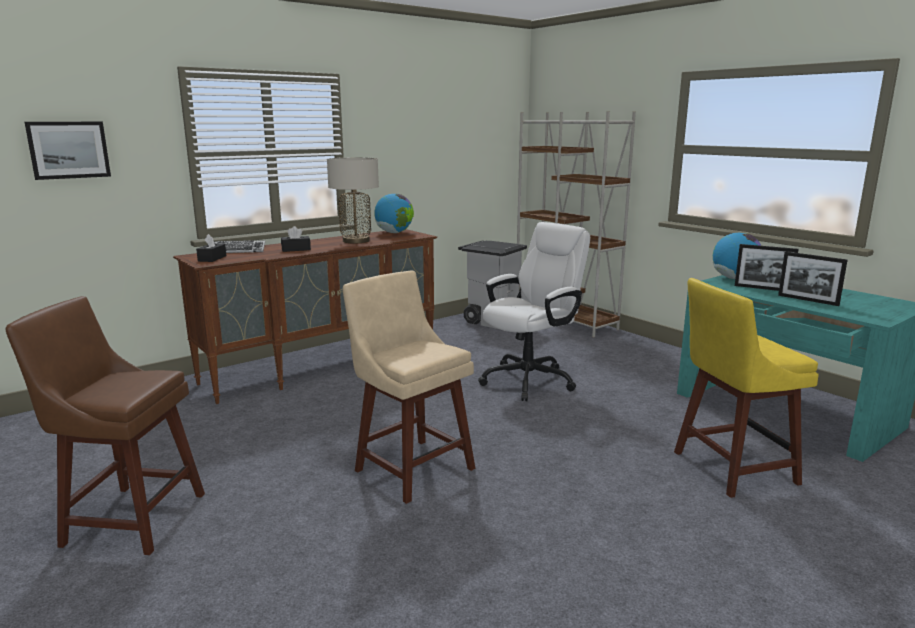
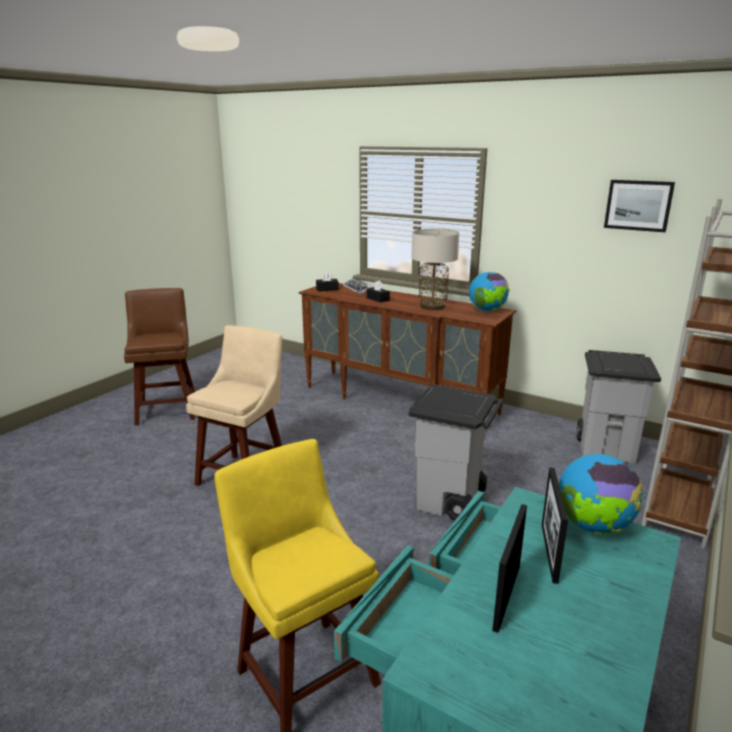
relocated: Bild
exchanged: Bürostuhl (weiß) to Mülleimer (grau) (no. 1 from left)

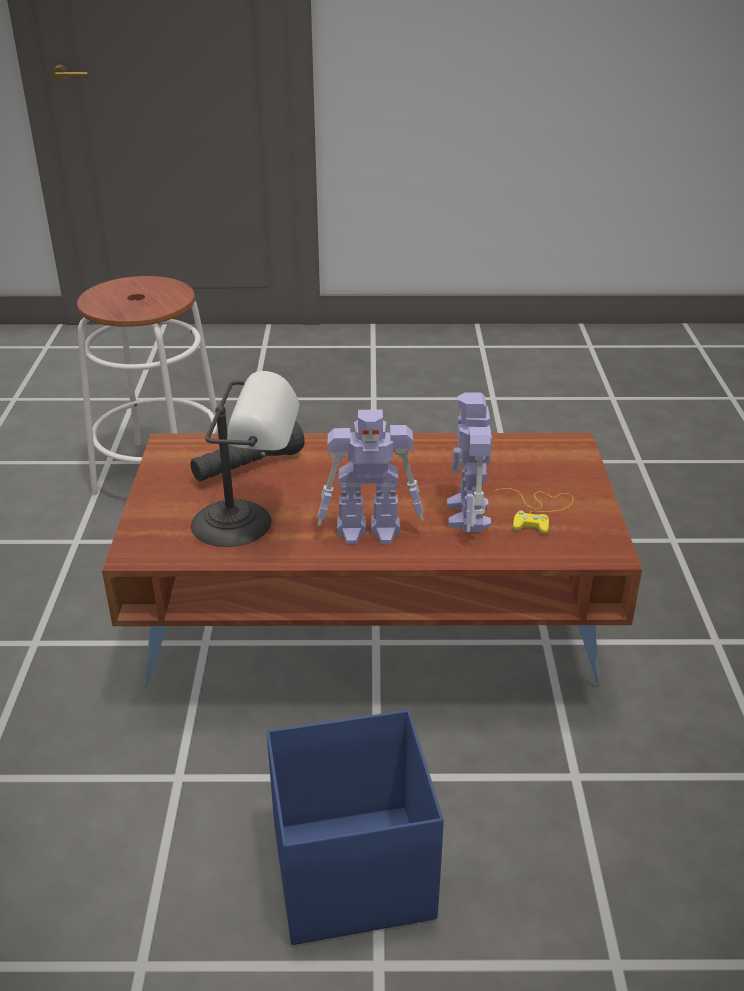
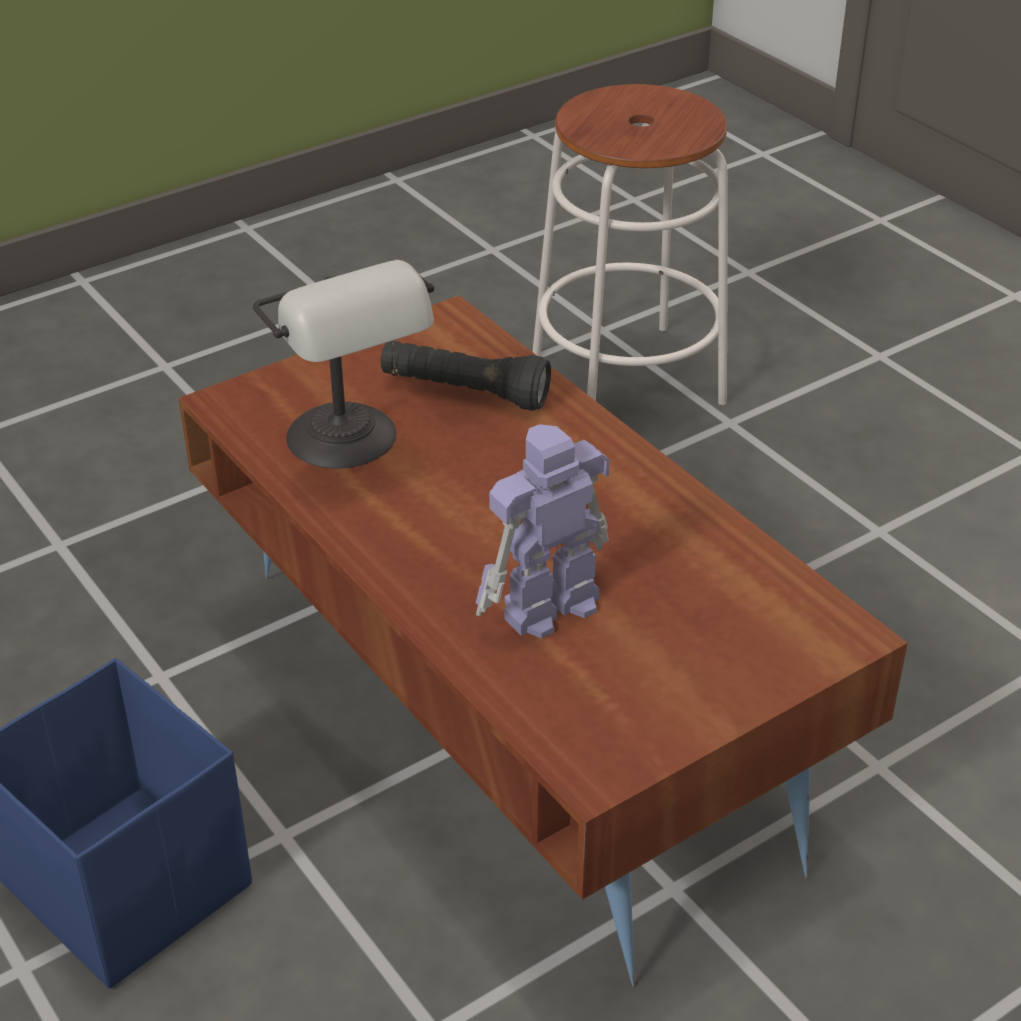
missing: Spielzeugroboter (no. 1 from left); Gamepad (gelb)

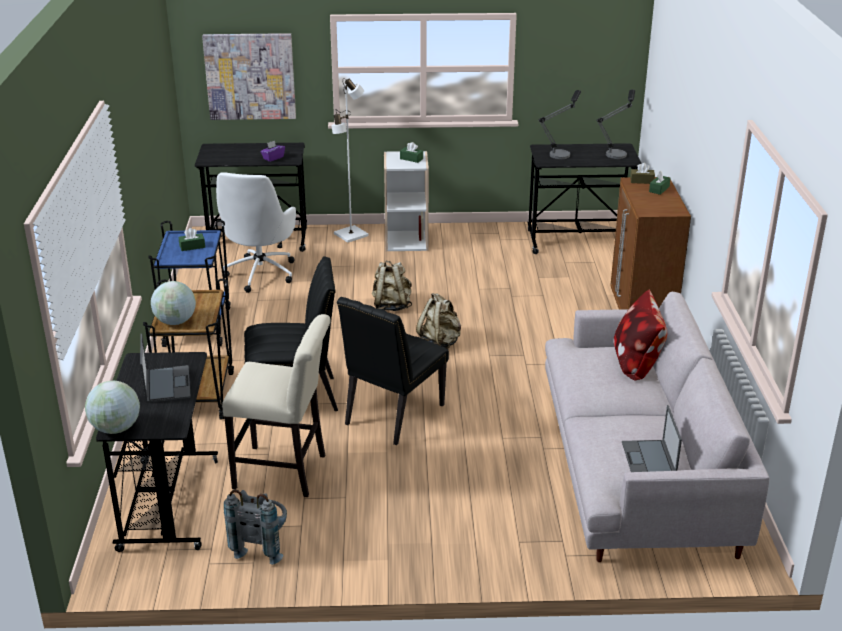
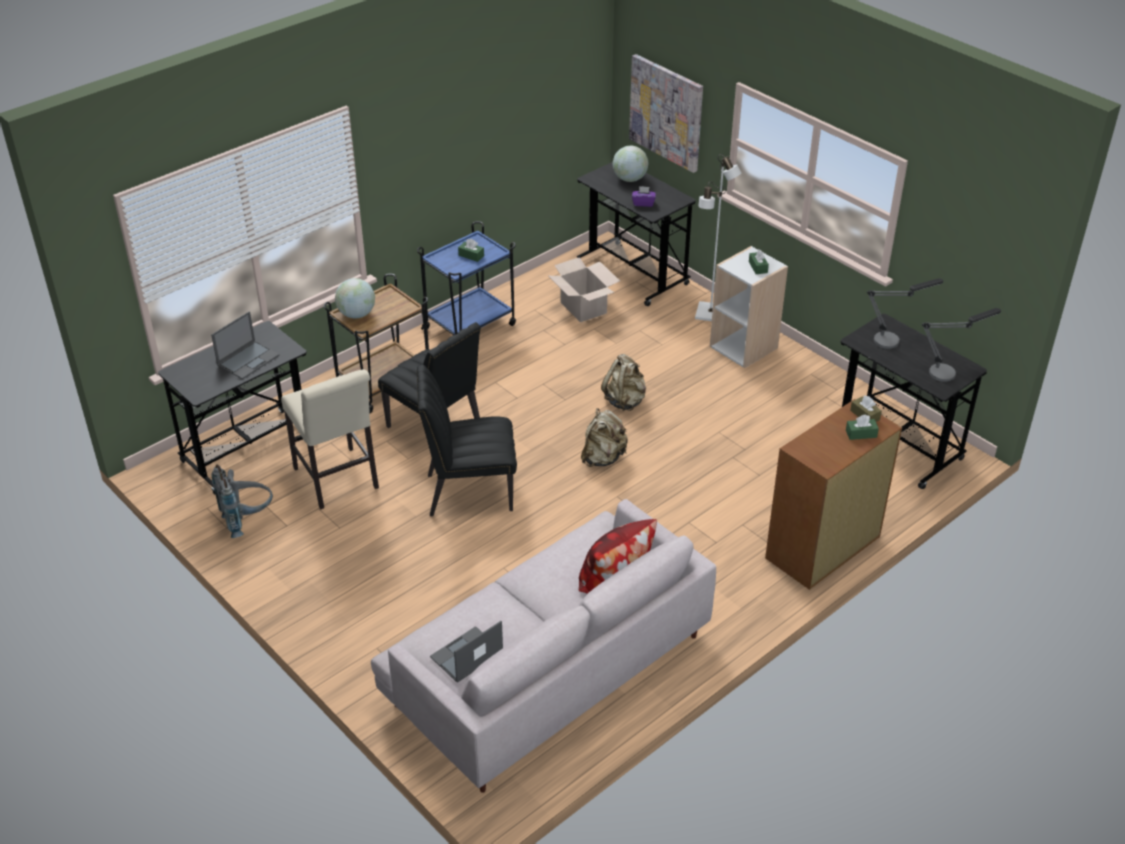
relocated: Globus (no. 1 from left in the first image) to Globus (no. 2 from left)
exchanged: Bürostuhl (weiß) to Karton

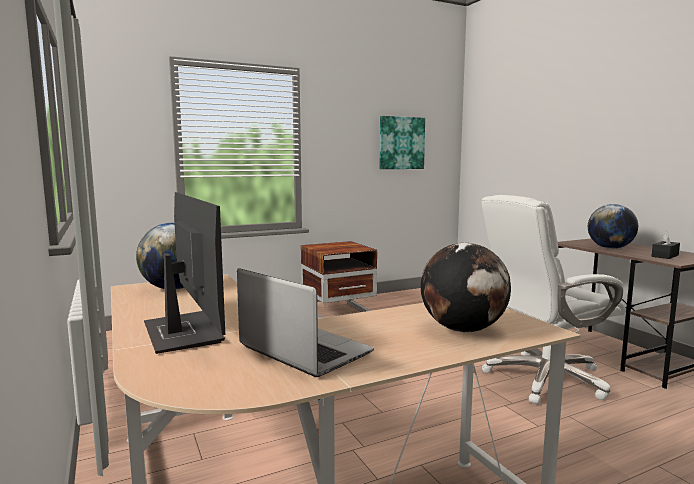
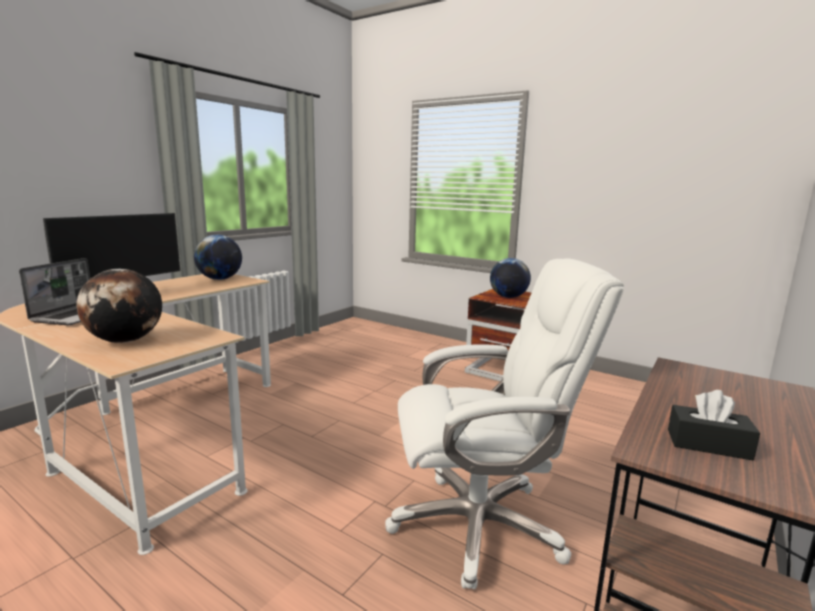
missing: Bild
relocated: Globus (no. 3 from left)
spun: Bürostuhl (weiß) 135 degrees clockwise

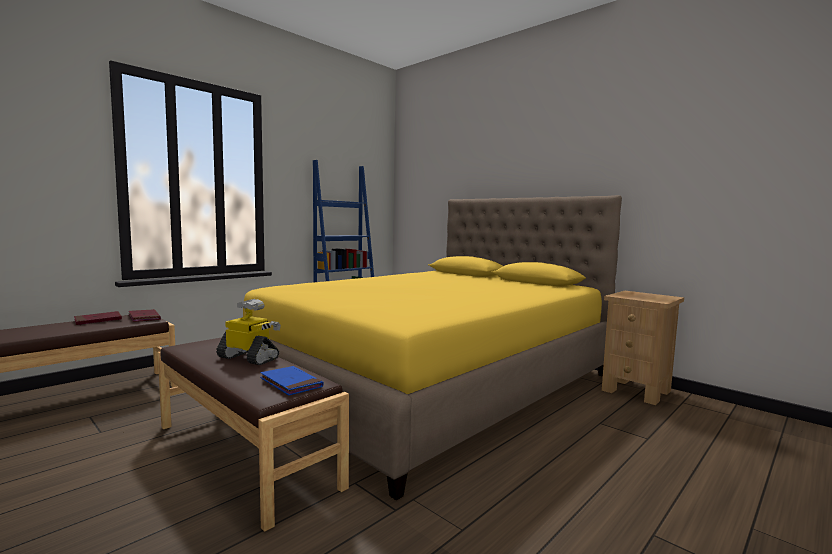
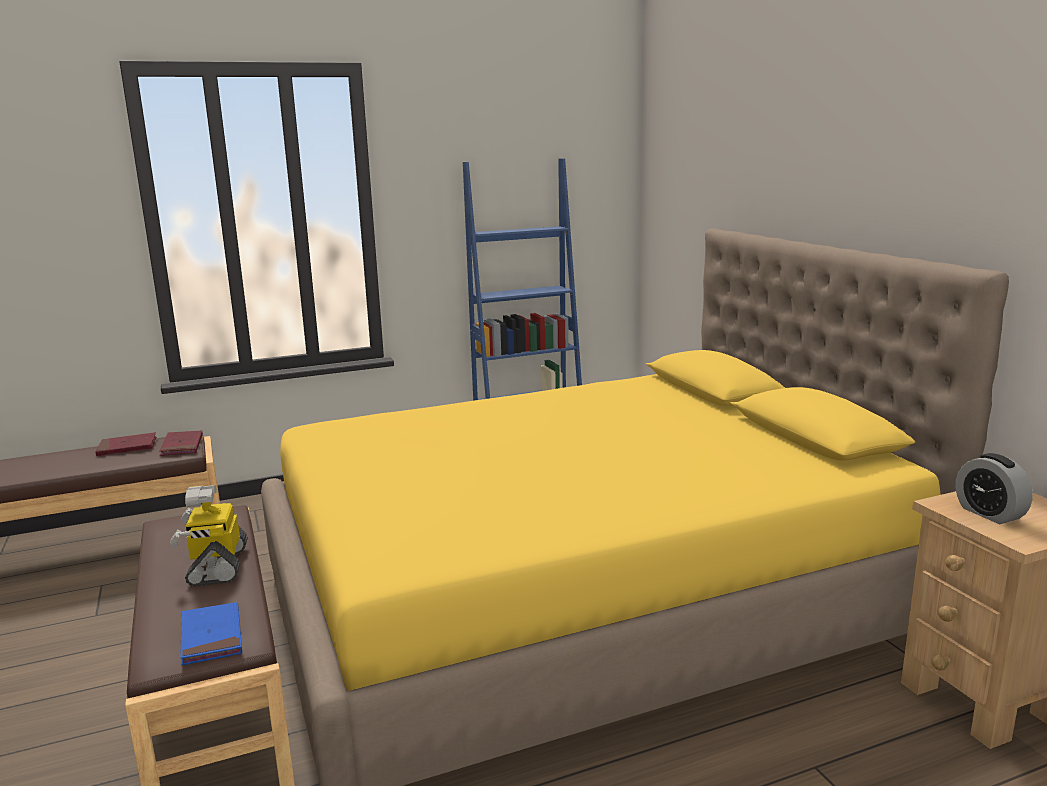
appeared: Wecker
spun: Spielzeugroboter 150 degrees counterclockwise

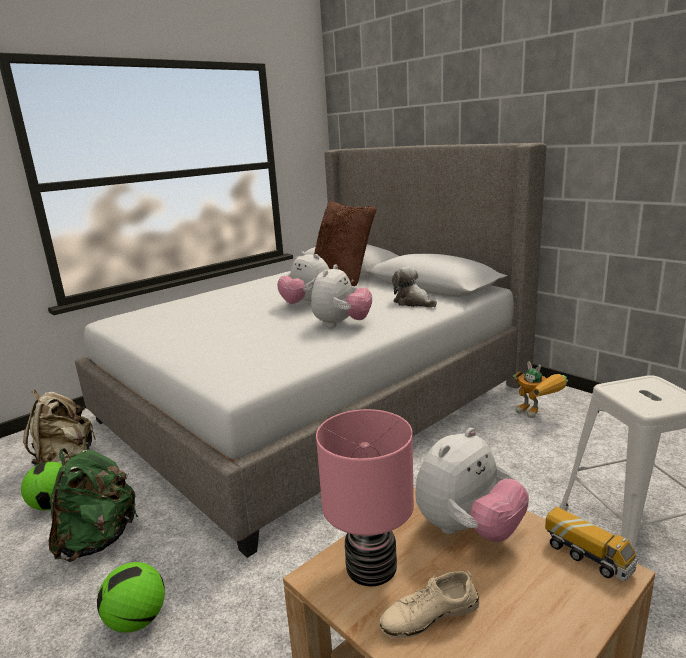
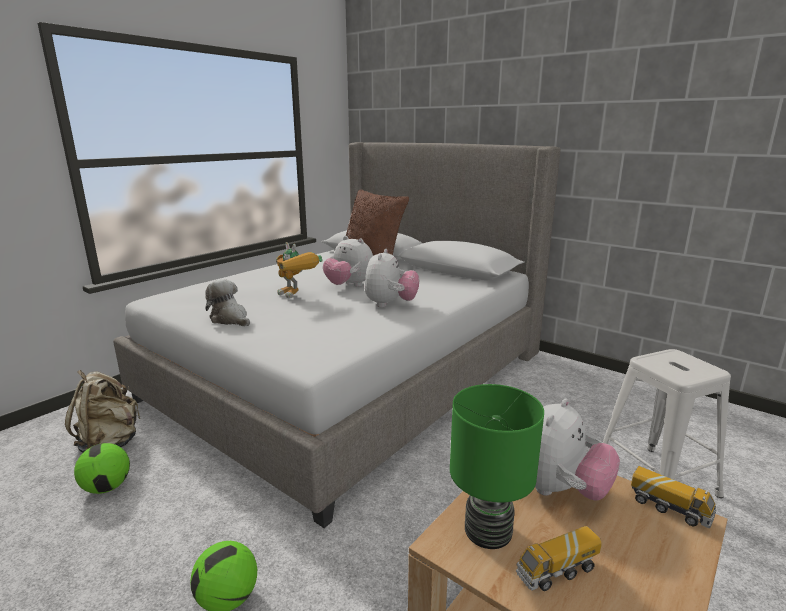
missing: Rucksack (grün)
relocated: Plüschtier (no. 3 from left in the first image) to Plüschtier (no. 1 from left); Spielzeugroboter
exchanged: Schuh (beige) to Spielzeuglaster (no. 1 from left)
colour: Tischlampe (rosa) to Tischlampe (grün)

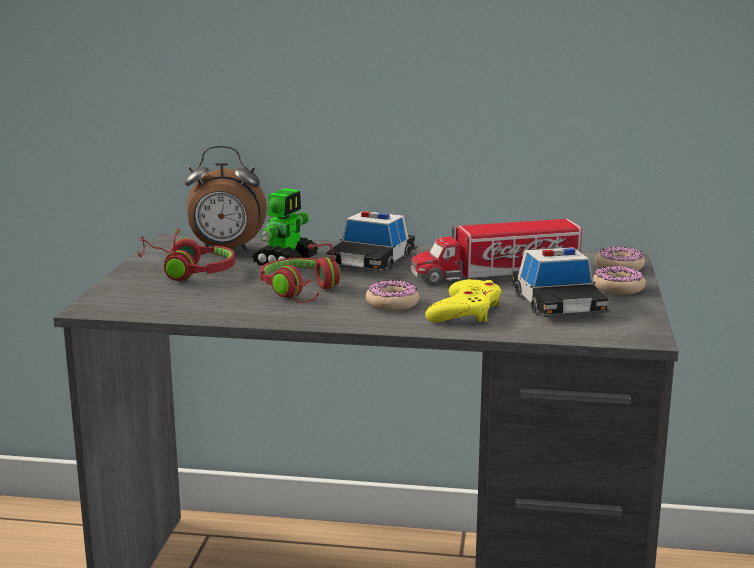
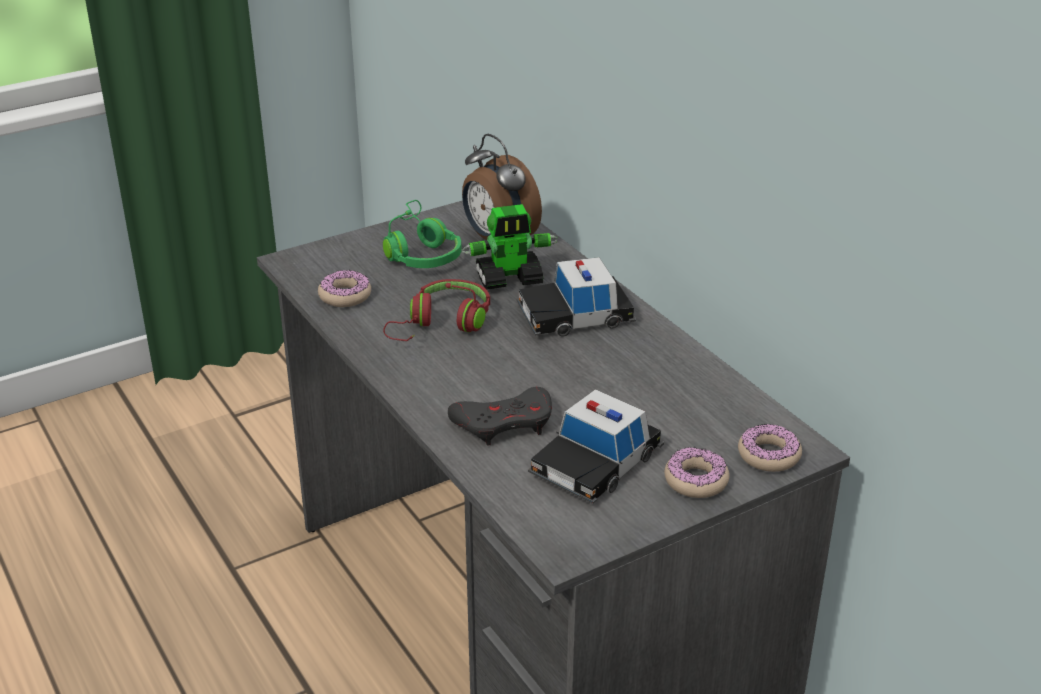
missing: Spielzeuglaster
relocated: Donut (no. 1 from left)
colour: Kopfhörer (rot) (no. 1 from left) to Kopfhörer (grün); Gamepad (gelb) to Gamepad (grau)

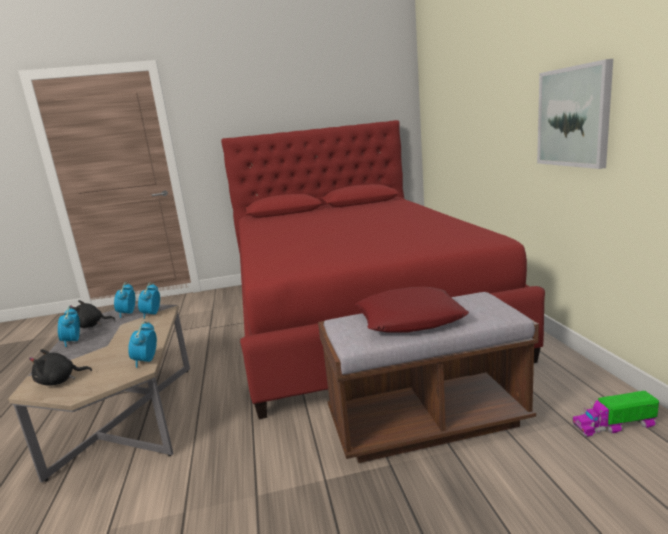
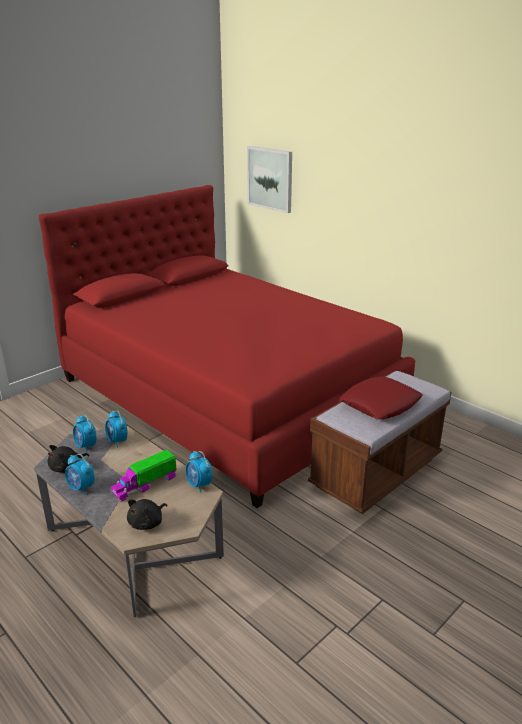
relocated: Bild; Spielzeuglaster

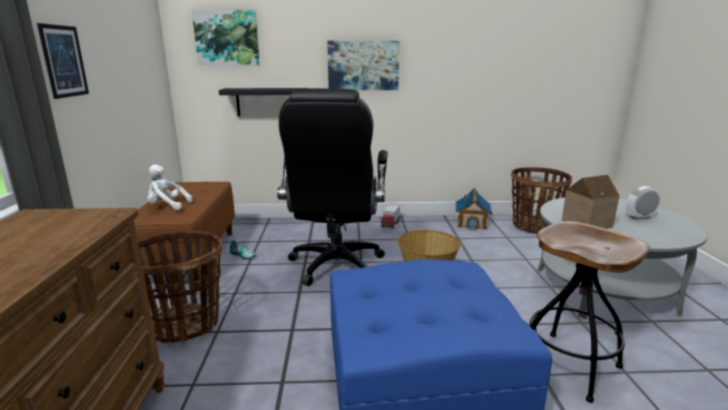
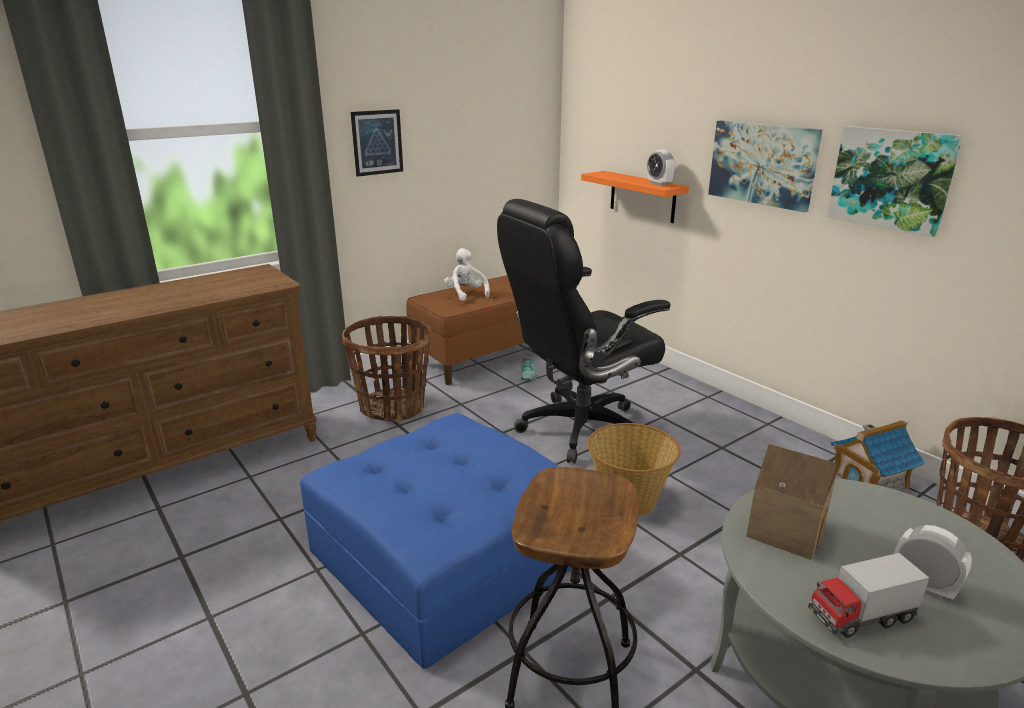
appeared: Wecker (no. 1 from left)
relocated: Bild (no. 2 from left in the first image) to Bild (no. 3 from left); Spielzeuglaster
colour: Wandregal (schwarz) to Wandregal (orange)

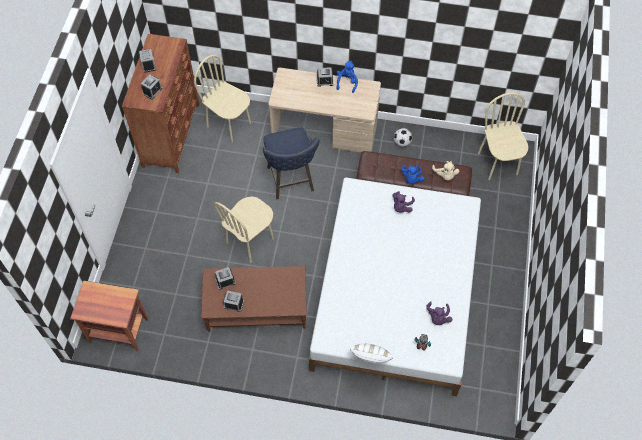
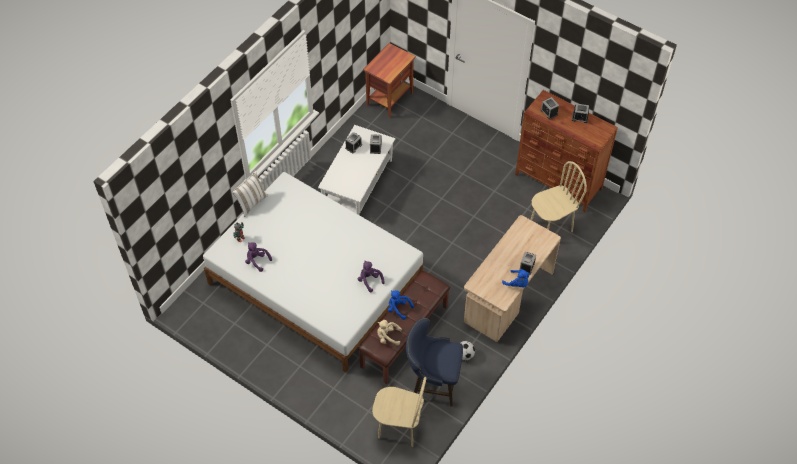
missing: Stuhl (beige) (no. 2 from left)
relocated: Hocker (blau)
colour: Couchtisch (braun) to Couchtisch (weiß)

